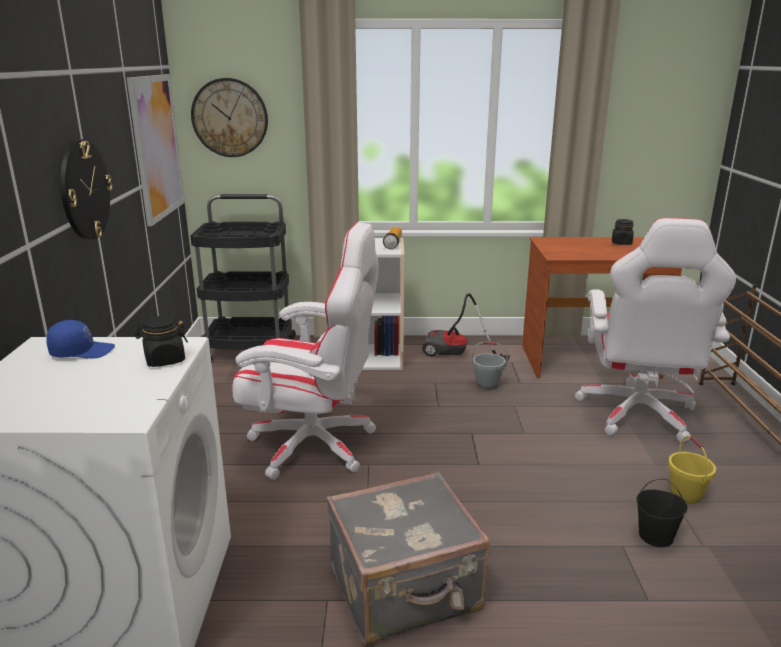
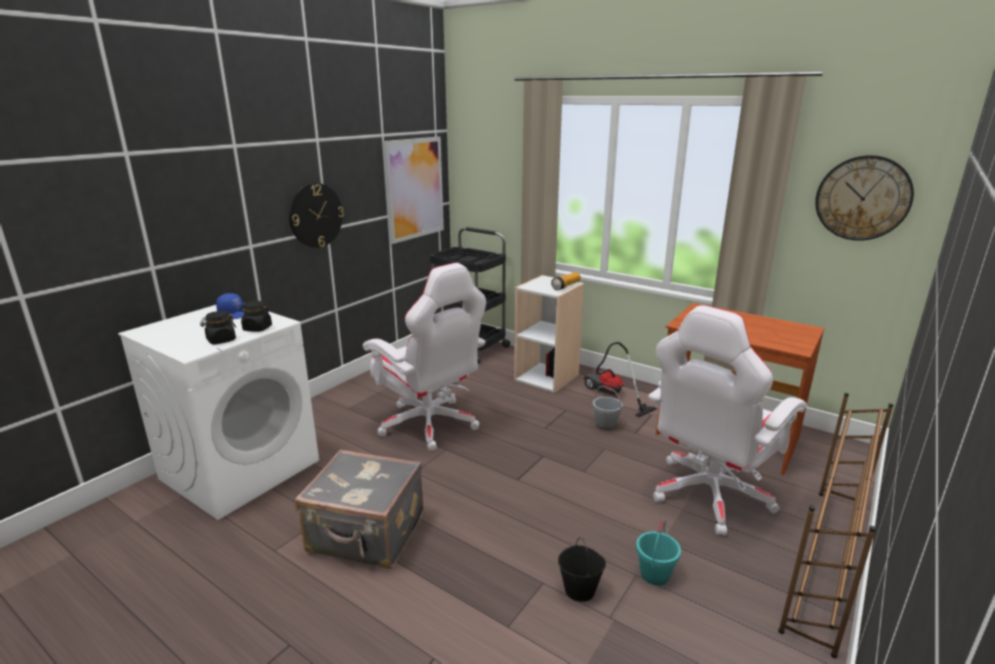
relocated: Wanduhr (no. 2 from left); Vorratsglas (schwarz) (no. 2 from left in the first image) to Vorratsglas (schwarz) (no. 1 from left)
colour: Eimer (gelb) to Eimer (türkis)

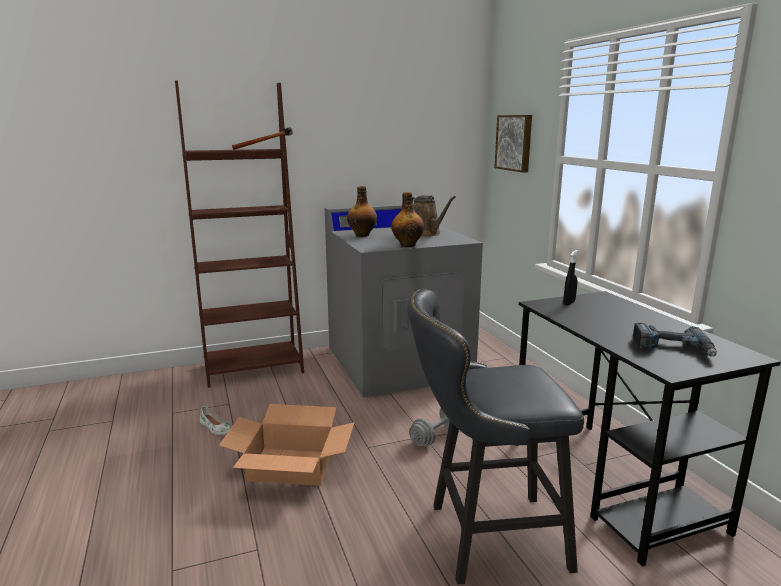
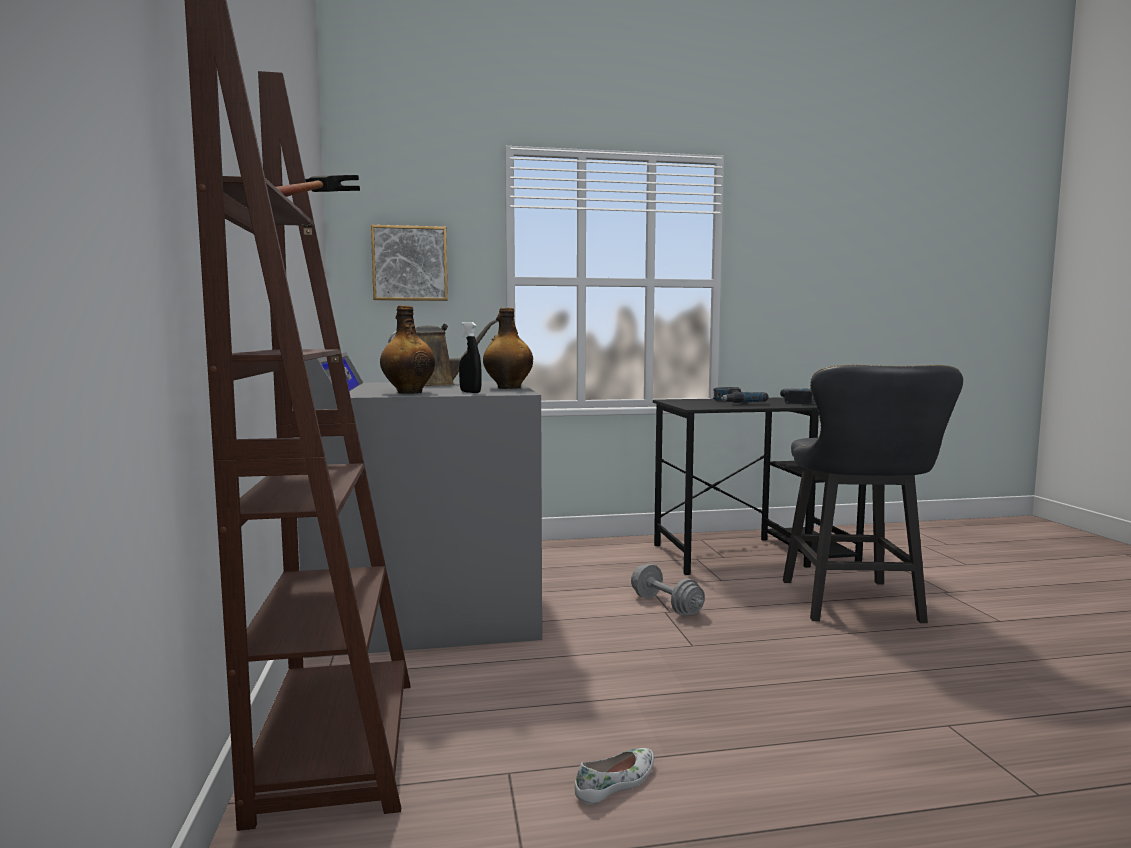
missing: Karton
appeared: Bohrmaschine (no. 1 from left)
relocated: Sprühflasche (schwarz)

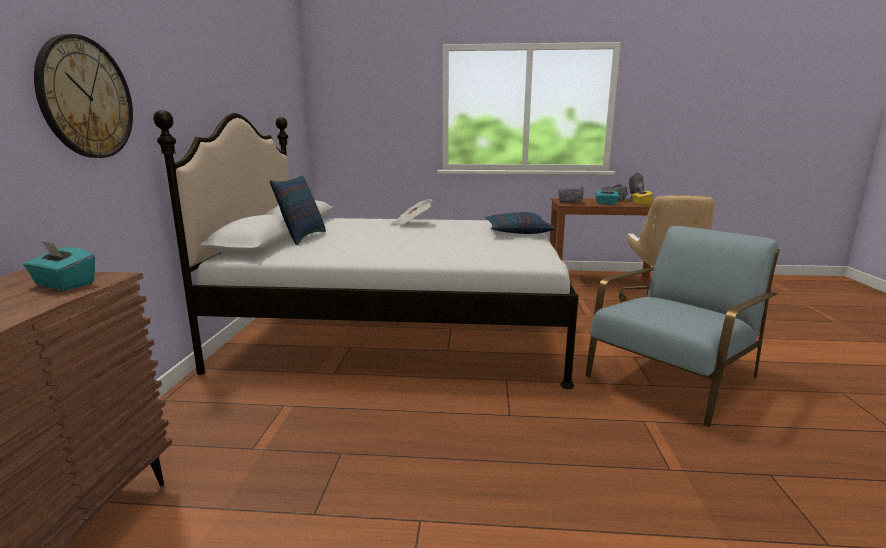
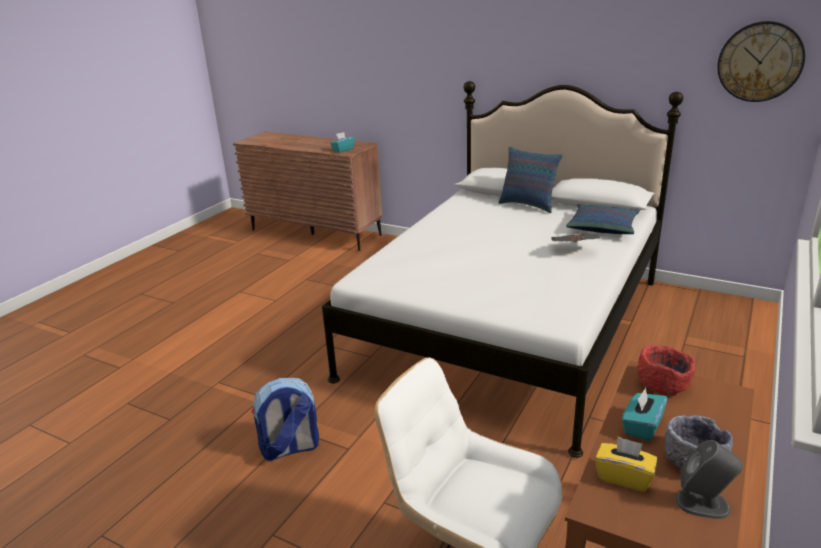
relocated: Wanduhr; Kissen (blau) (no. 2 from left)
exchanged: Sessel (blau) to Rucksack
colour: Schüssel (grau) (no. 1 from left) to Schüssel (rot)

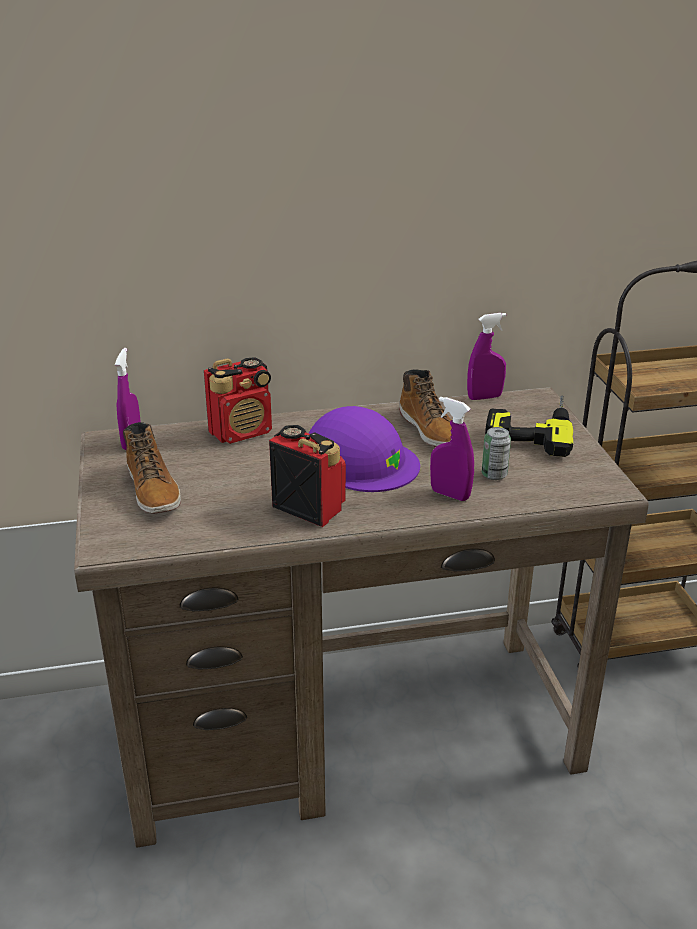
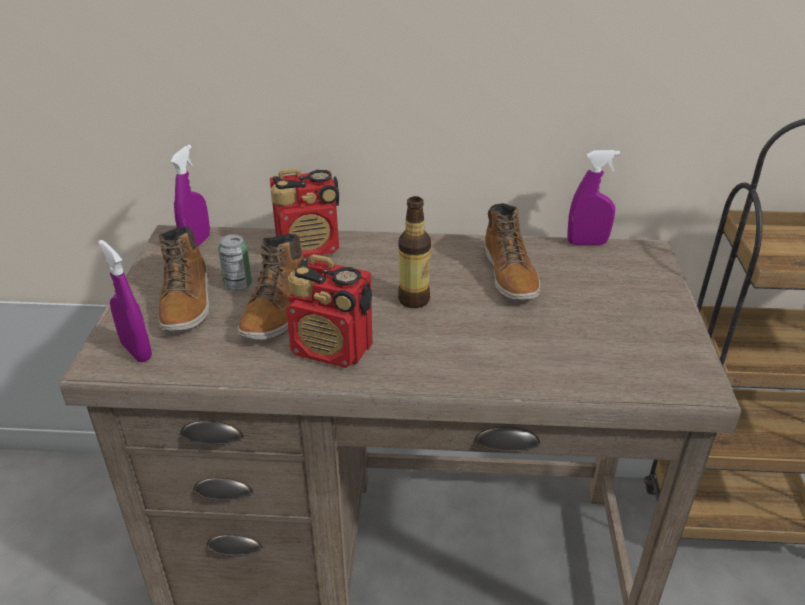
missing: Bohrmaschine
appeared: Stiefel (no. 2 from left)
relocated: Sprühflasche (lila) (no. 2 from left in the first image) to Sprühflasche (lila) (no. 1 from left); Dose
exchanged: Schutzhelm (lila) to Flasche
spun: Radio (no. 2 from left) 150 degrees clockwise

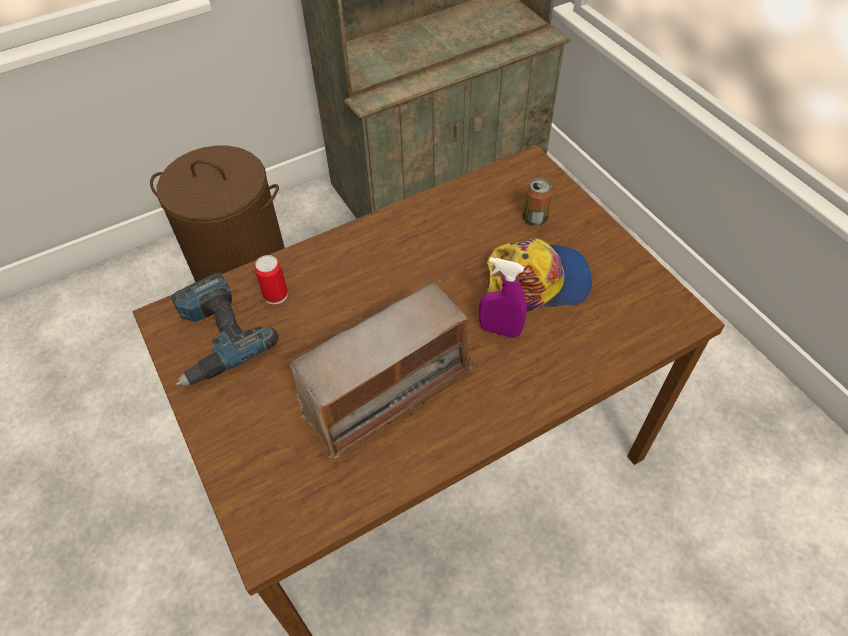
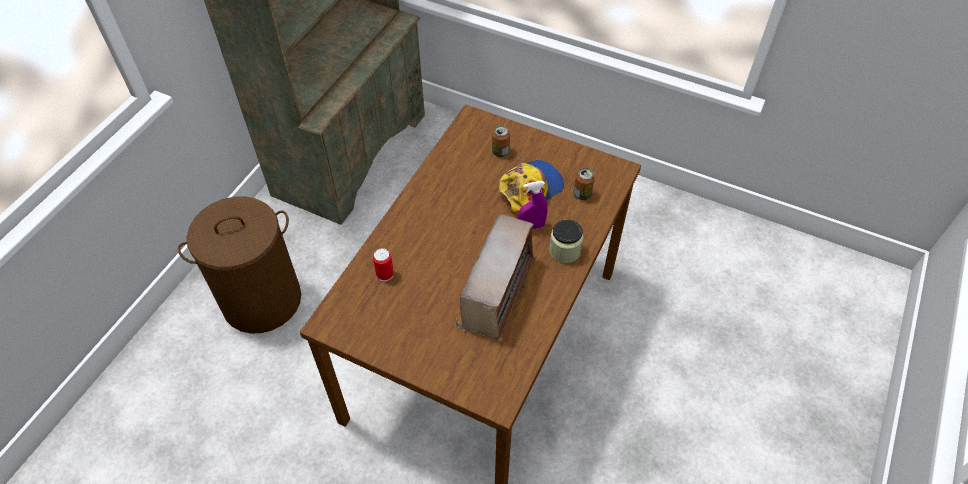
missing: Bohrmaschine
appeared: Vorratsglas; Dose (no. 3 from left)

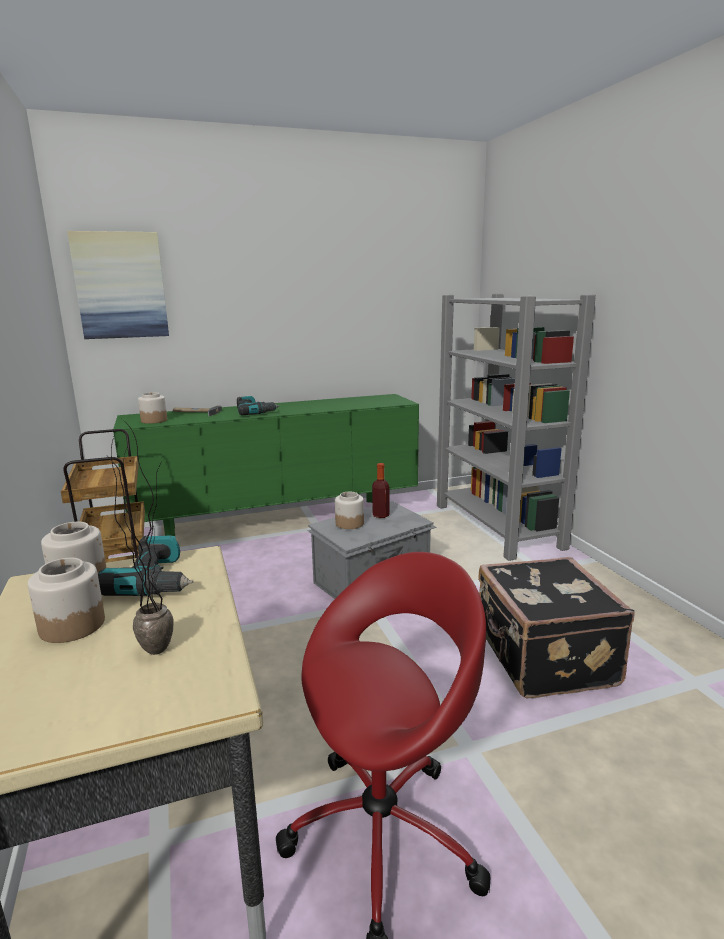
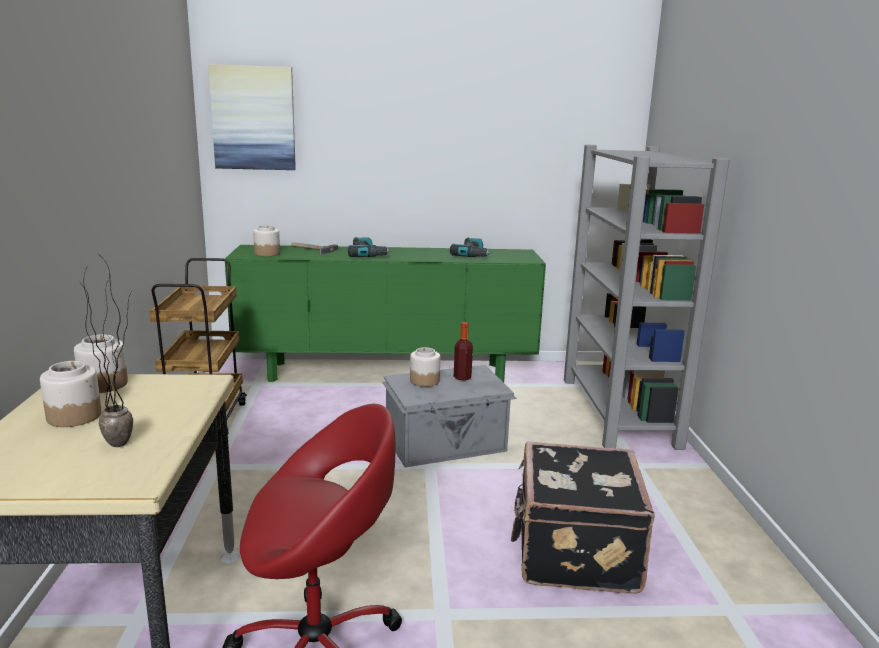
relocated: Bohrmaschine (no. 1 from left in the first image) to Bohrmaschine (no. 2 from left)

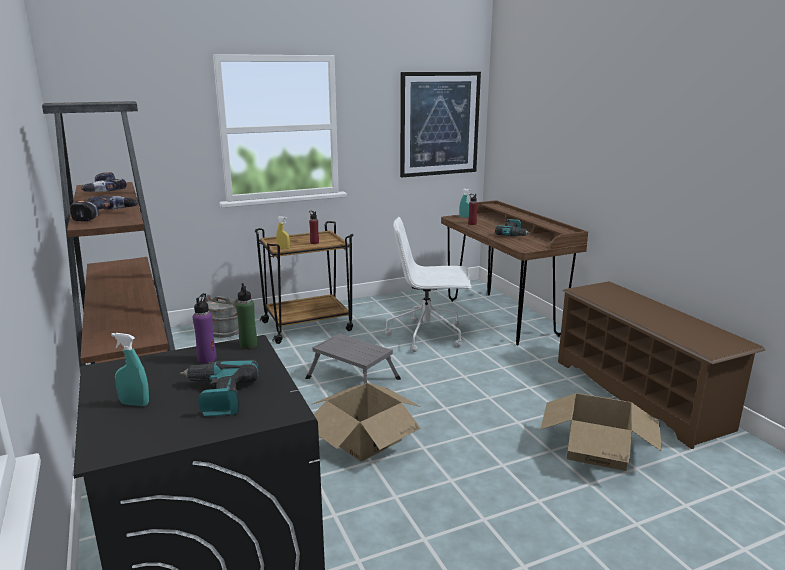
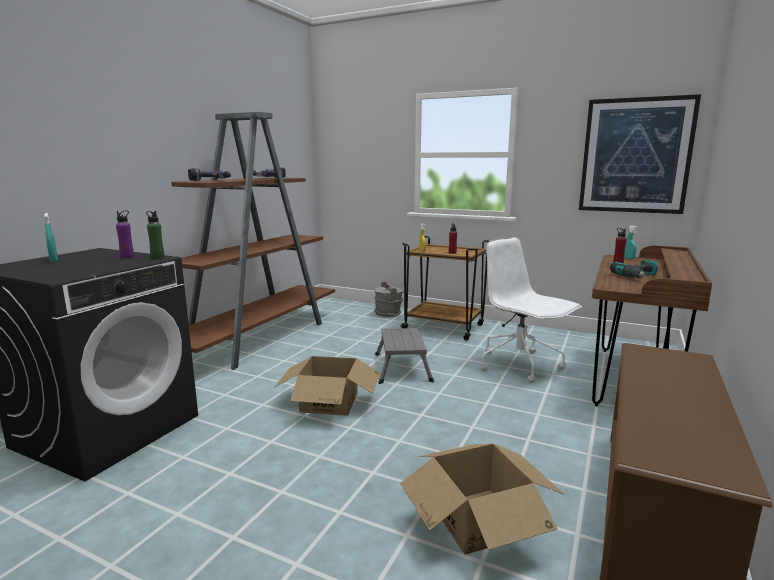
missing: Bohrmaschine (no. 3 from left)

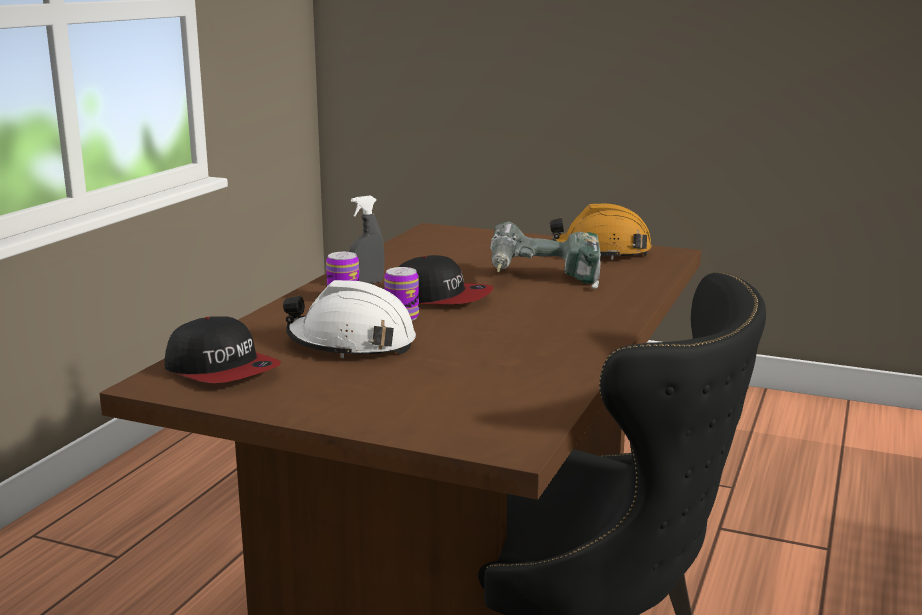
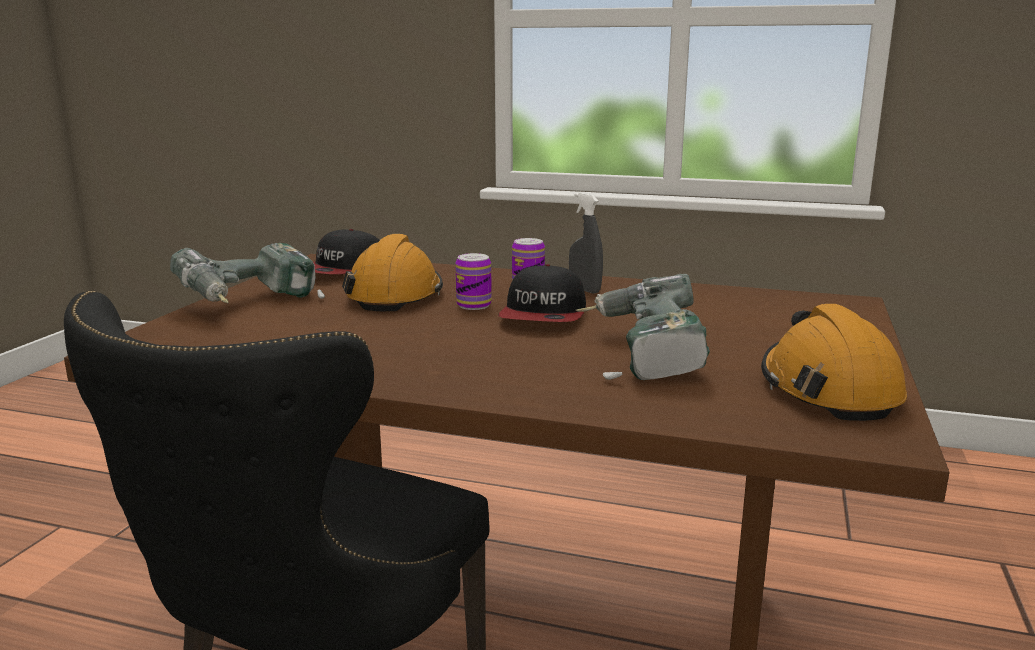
appeared: Bohrmaschine (no. 1 from left)
colour: Schutzhelm (weiß) to Schutzhelm (orange) (no. 1 from left)

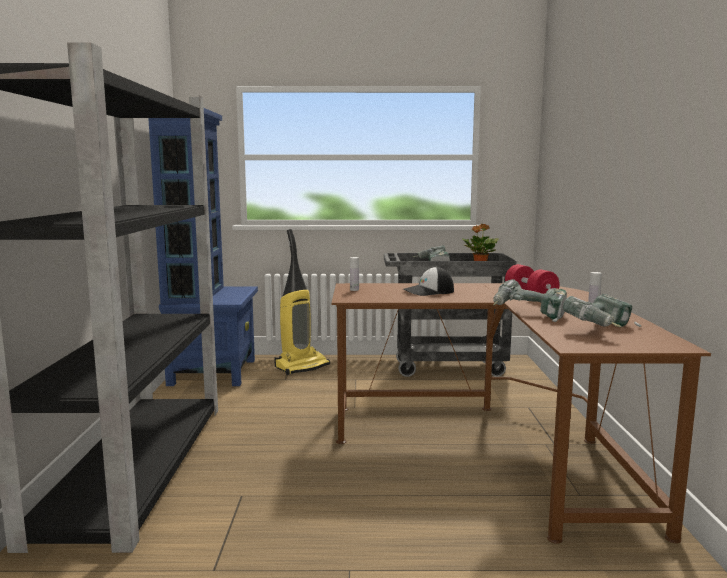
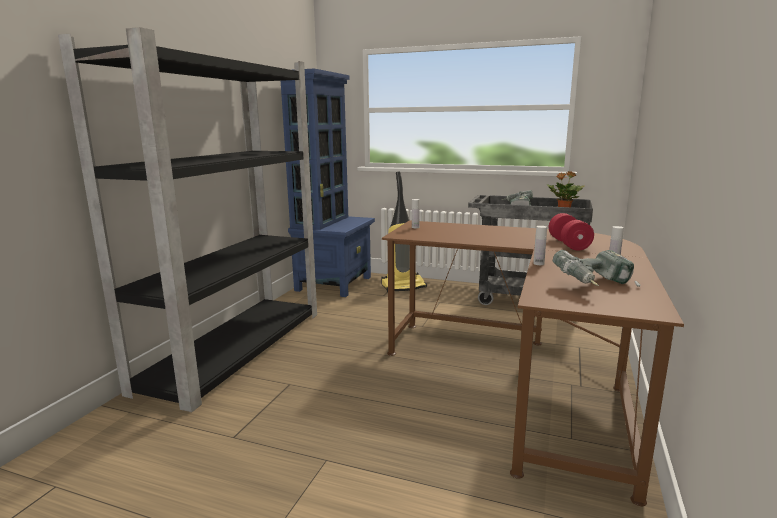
missing: Kappe
exchanged: Bohrmaschine (no. 2 from left) to Flasche (weiß) (no. 2 from left)

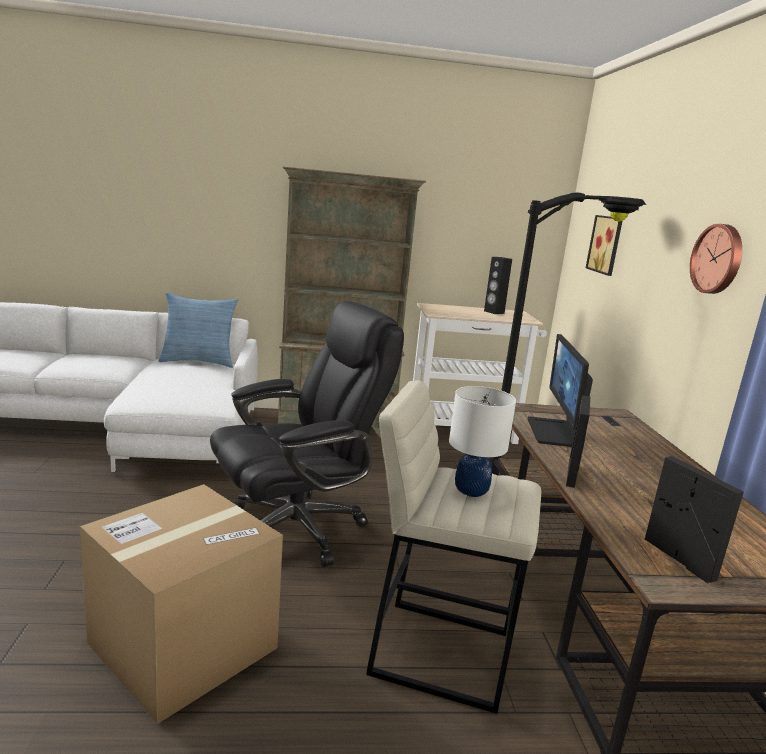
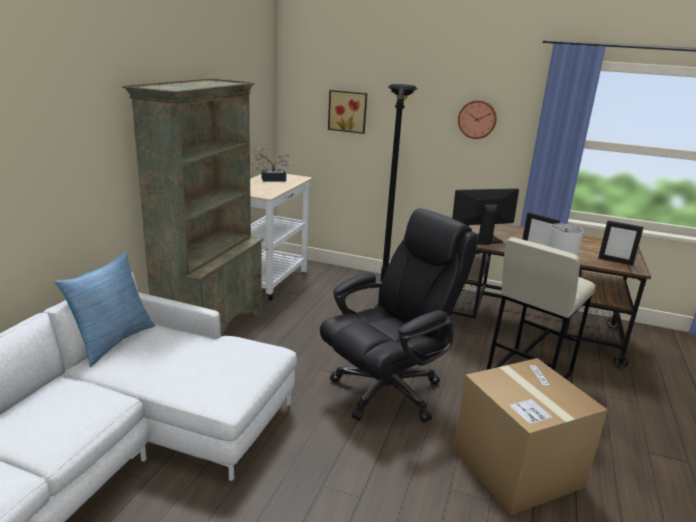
exchanged: Lautsprecher (schwarz) to Topfpflanze
spun: Bürostuhl (schwarz) 60 degrees clockwise; Monitor 135 degrees clockwise; Bilderrahmen (no. 2 from left) 150 degrees counterclockwise

